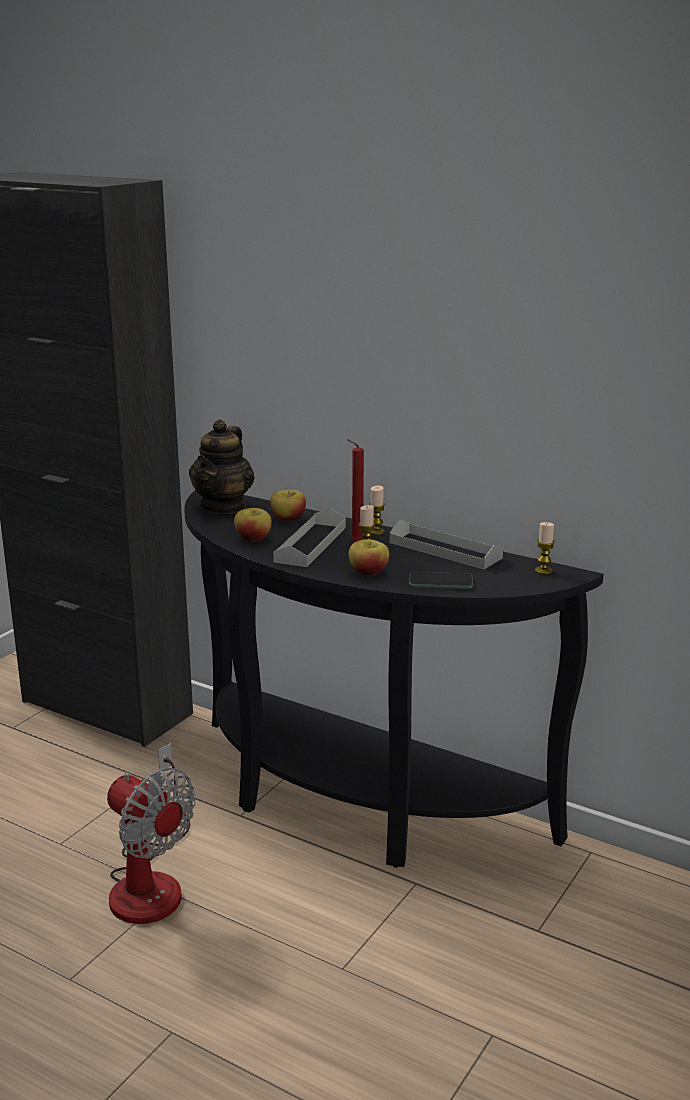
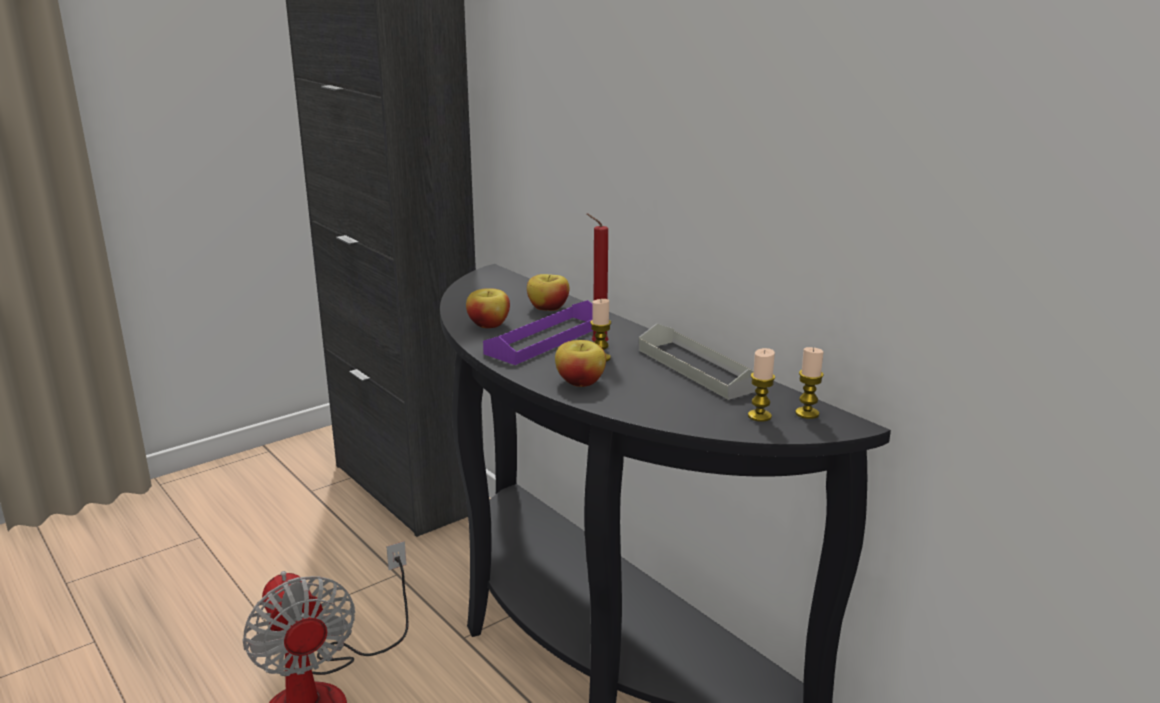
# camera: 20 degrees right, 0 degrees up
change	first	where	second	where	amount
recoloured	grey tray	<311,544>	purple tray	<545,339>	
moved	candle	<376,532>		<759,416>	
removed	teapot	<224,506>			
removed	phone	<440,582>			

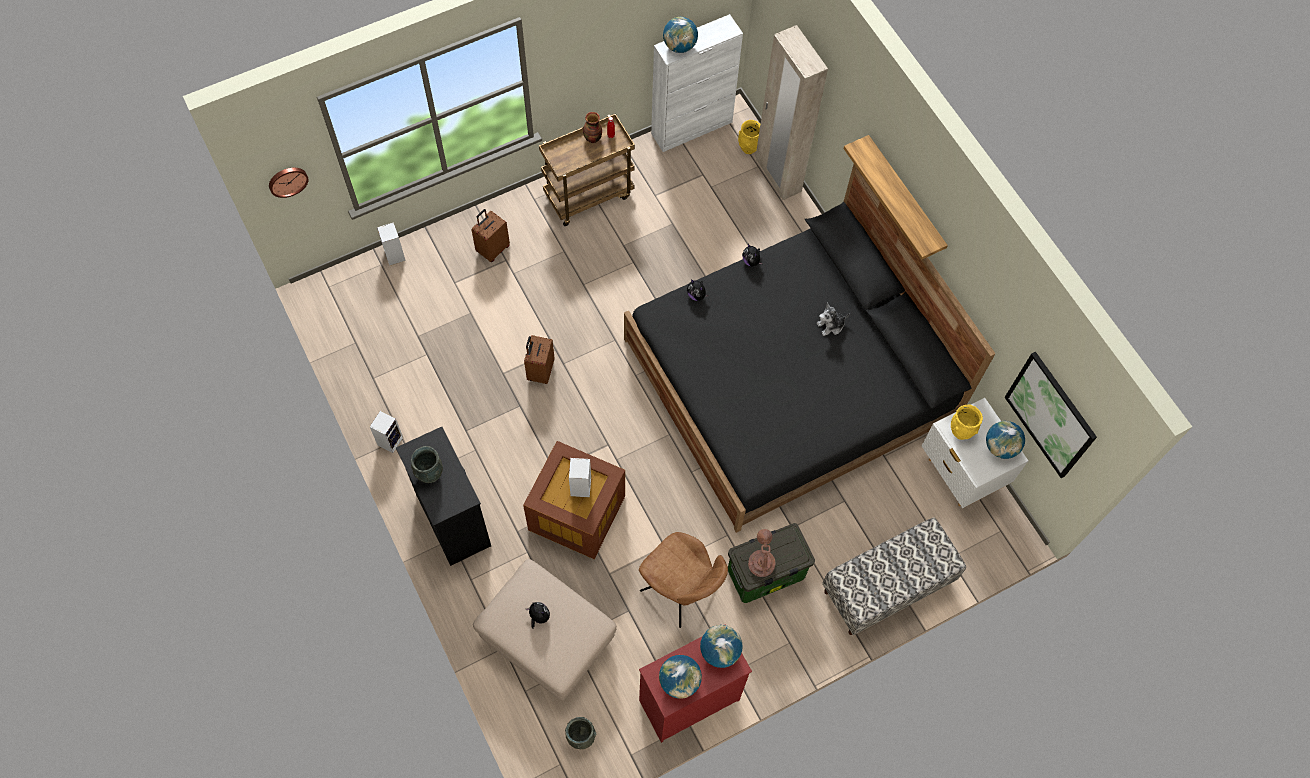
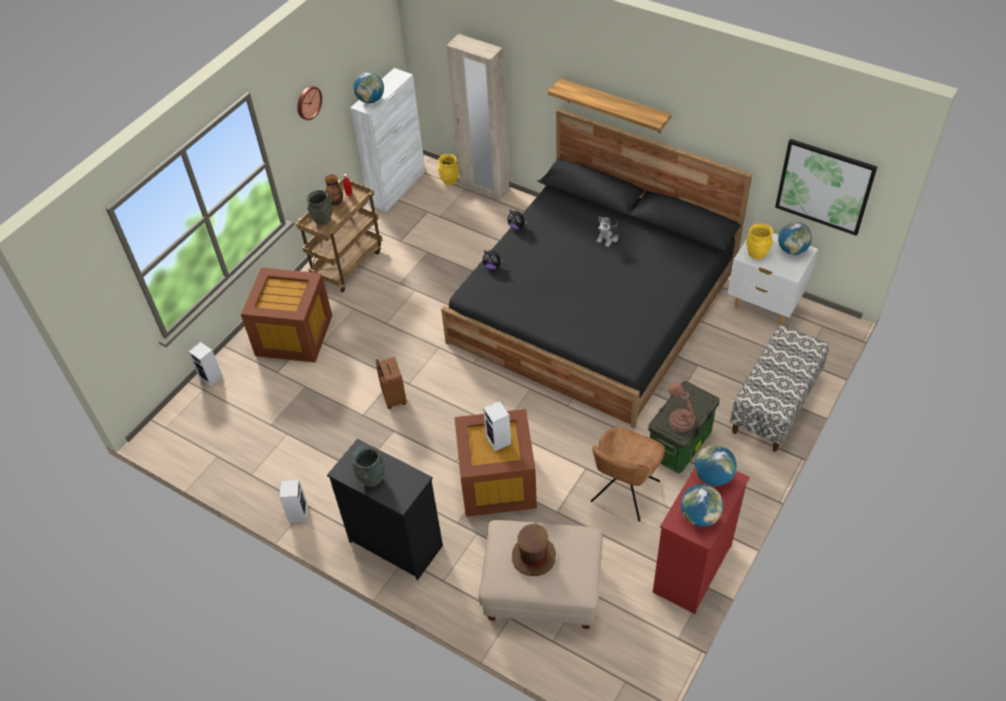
# camera: 25 degrees left, 15 degrees down
change	first	where	second	where	amount
replaced	brown suitcase	<492,249>	brown storage box	<293,334>	
moved	wall clock	<287,180>		<308,102>	
moved	grey vase	<581,737>		<323,219>	
replaced	plush toy	<538,617>	brown hat	<533,556>	
turned	brown chair	<680,592>		<624,493>	105 degrees clockwise

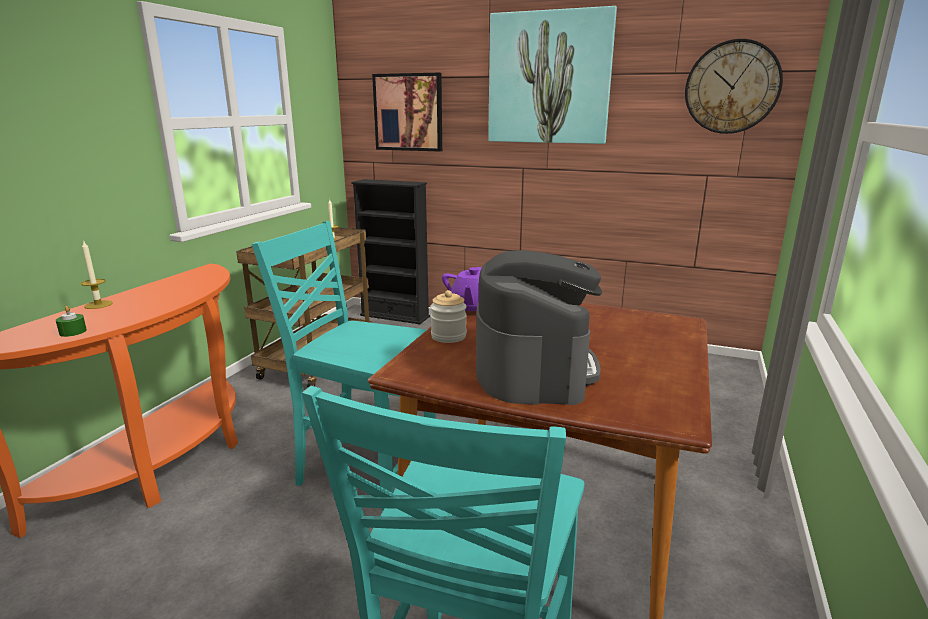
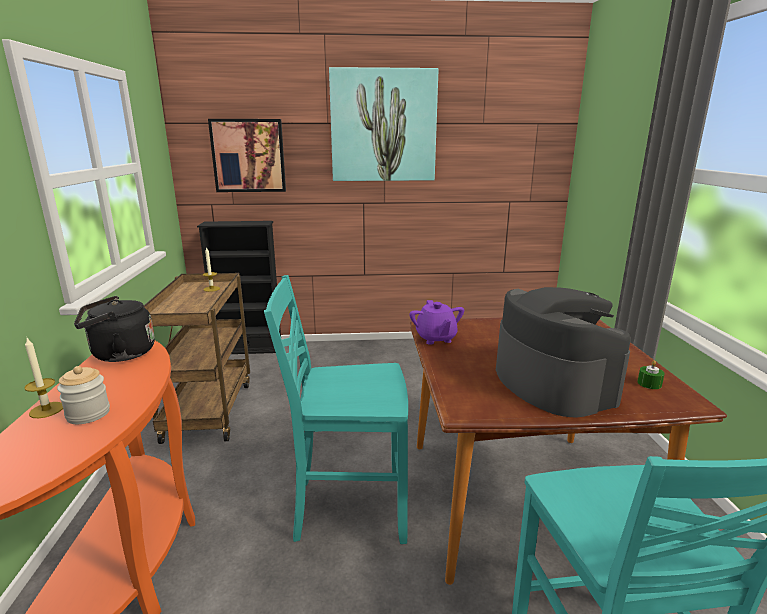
# camera: 25 degrees left, 0 degrees up
change	first	where	second	where	amount
moved	jar	<448,336>		<88,414>	
added			black kettle	<119,354>	
moved	green candle	<73,332>		<649,383>	
removed	wall clock	<732,87>			

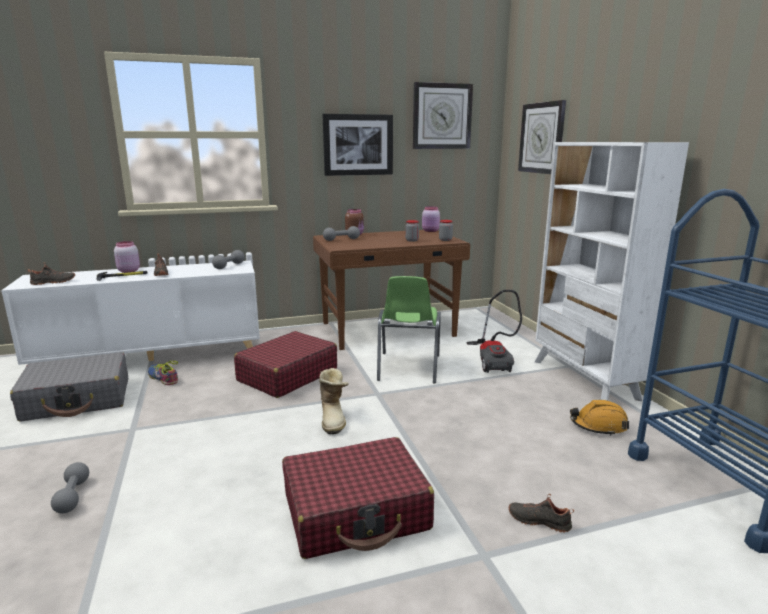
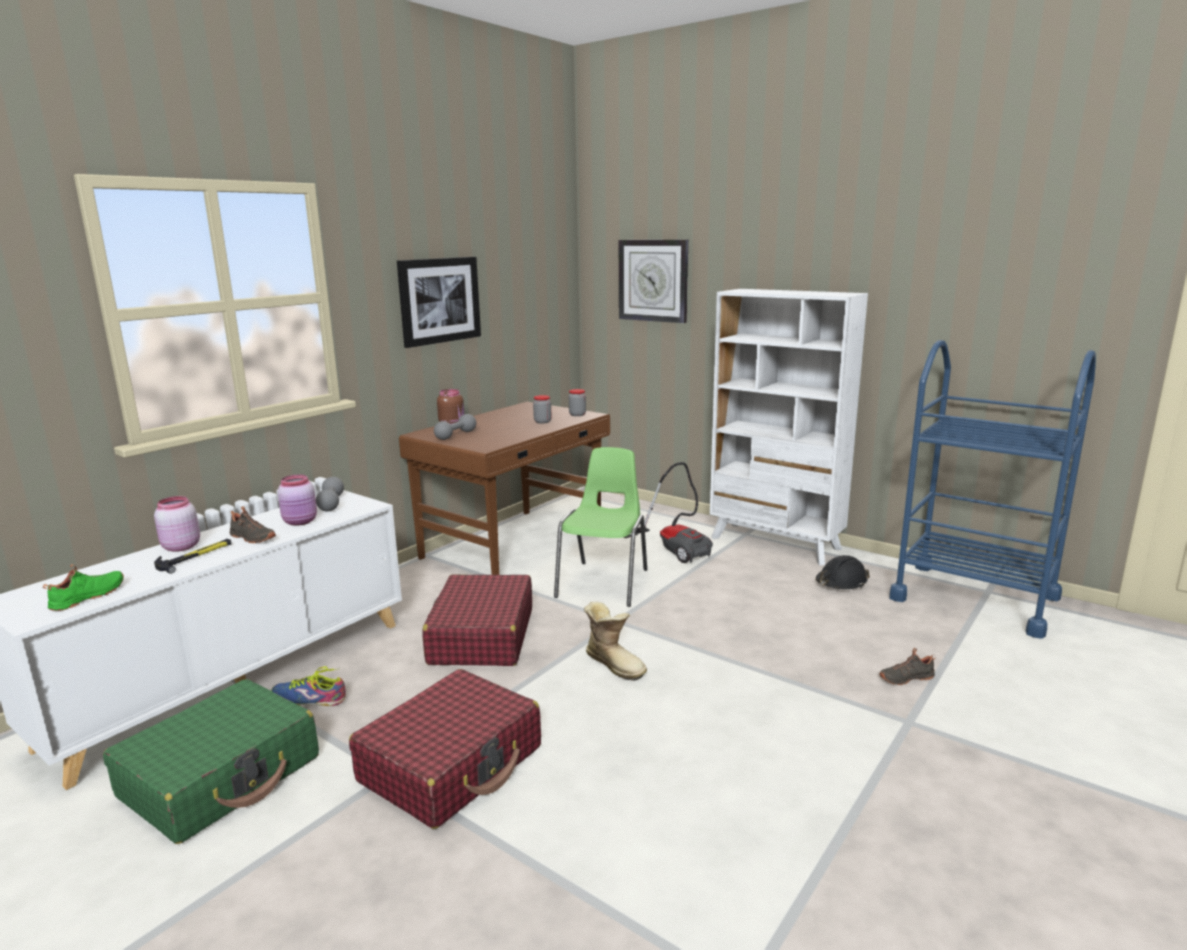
# camera: 35 degrees left, 0 degrees up
change	first	where	second	where	amount
recoloured	black shoe	<53,282>	green shoe	<89,597>	
recoloured	grey suitcase	<78,399>	green suitcase	<221,777>	
moved	pink jar	<430,231>		<301,522>	
moved	red suitcase	<356,512>		<452,764>	
turned	green chair	<408,368>		<604,583>	135 degrees counterclockwise
recoloured	orange hard hat	<598,426>	black hard hat	<841,583>	
removed	grey dumbbell	<73,496>			
removed	wall clock	<442,116>			

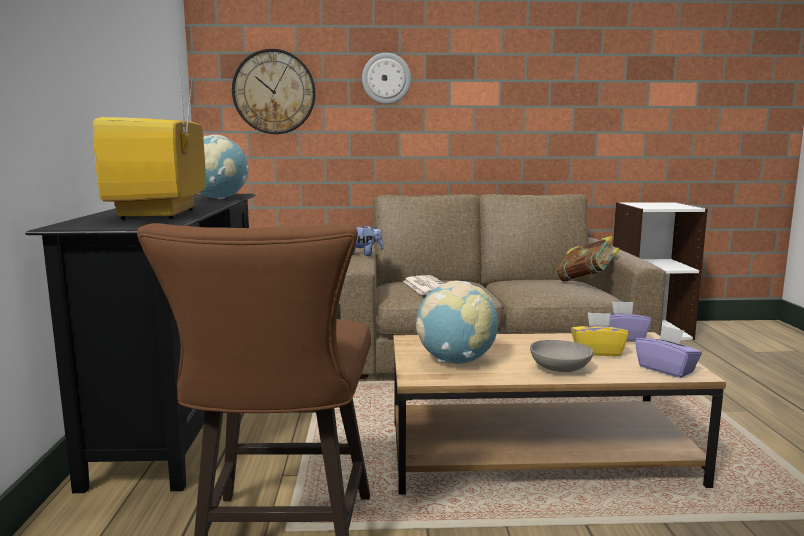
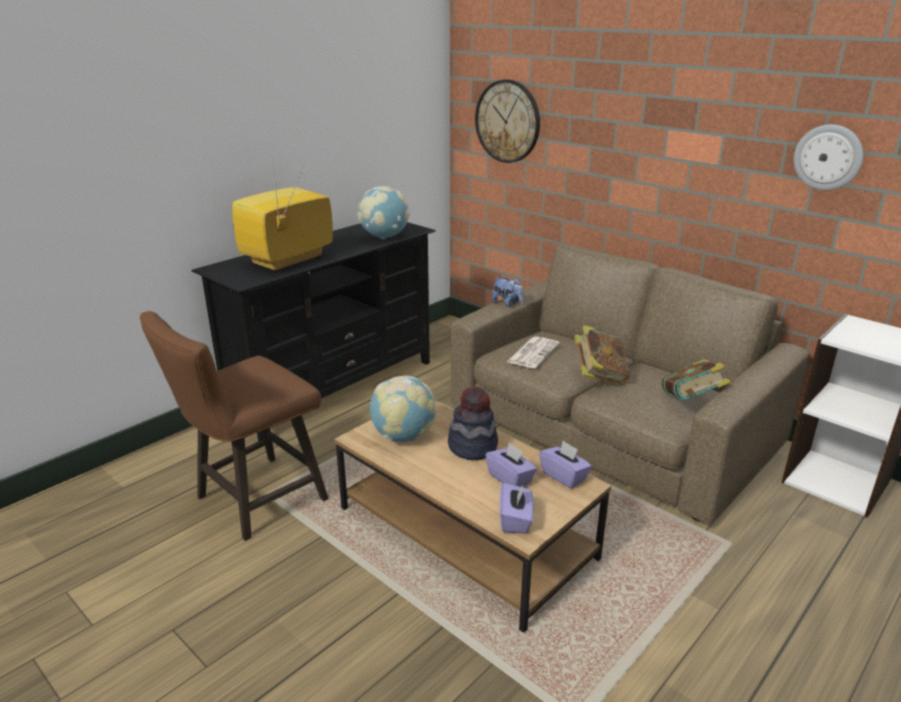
# camera: 45 degrees right, 15 degrees up
change	first	where	second	where	amount
added			hat	<472,446>	
recoloured	yellow tissue box	<597,352>	purple tissue box	<510,478>	
added			book	<599,376>	
moved	wall clock	<386,78>		<828,157>	
removed	grey bowl	<559,369>			

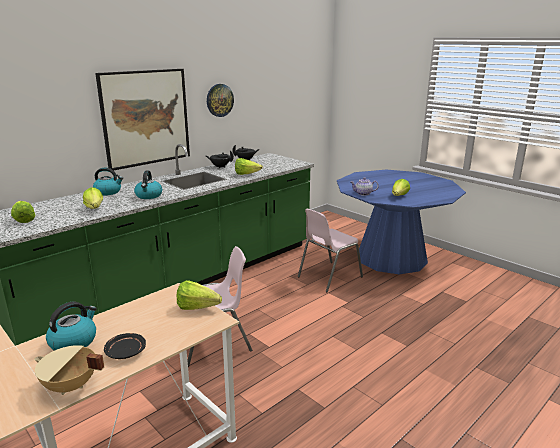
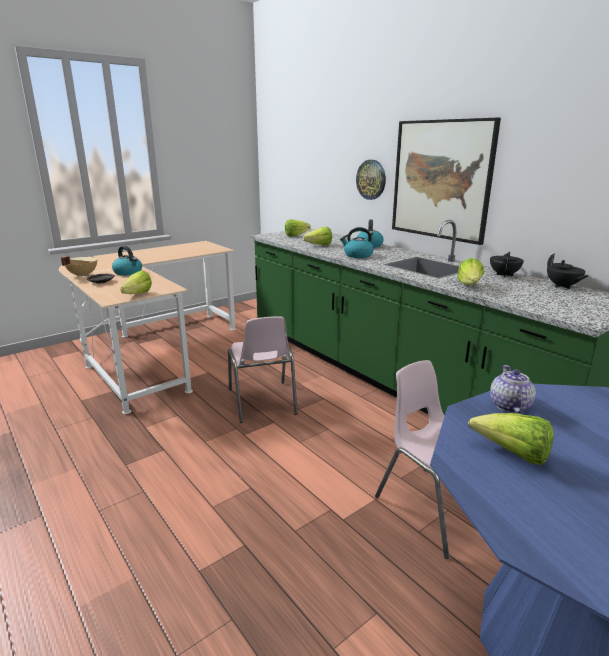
# camera: 95 degrees right, 0 degrees up
change	first	where	second	where	amount
moved	wall clock	<219,100>		<371,179>	

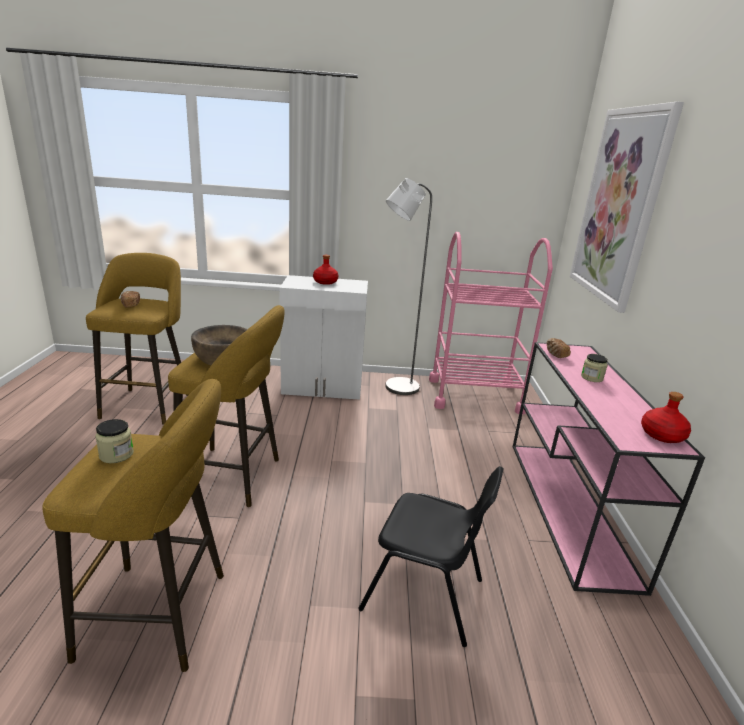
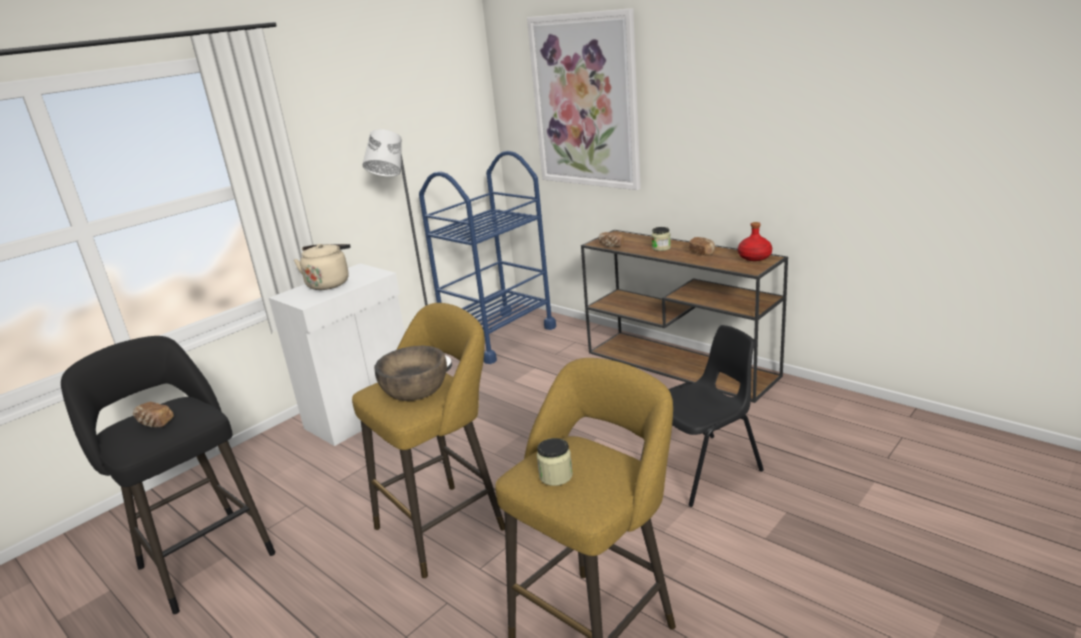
# camera: 45 degrees left, 0 degrees up
change	first	where	second	where	amount
recoloured	yellow stool	<148,403>	black stool	<203,557>	
replaced	red bottle	<325,282>	beige kettle	<329,283>	
recoloured	pink cart	<474,395>	blue cart	<498,336>	
recoloured	pink console table	<569,508>	brown console table	<682,364>	
added			bread	<702,253>	

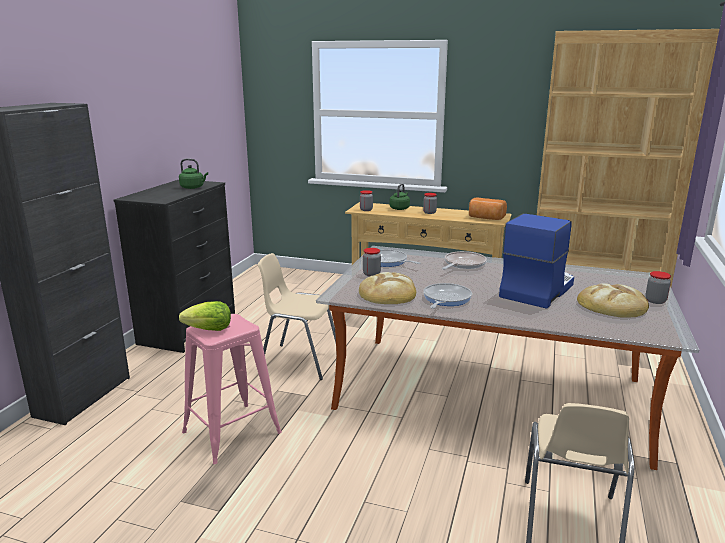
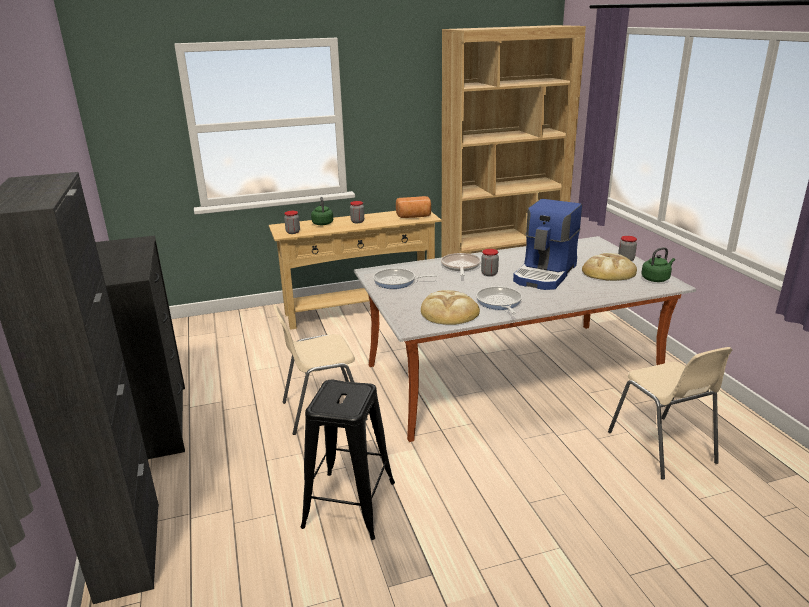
# camera: 35 degrees left, 5 degrees up
change	first	where	second	where	amount
recoloured	pink stool	<231,433>	black stool	<349,505>	
moved	jar	<371,274>		<489,274>	
turned	coffee machine	<536,290>		<546,274>	150 degrees counterclockwise
moved	green kettle	<193,187>		<656,279>	
removed	lettuce	<209,330>			

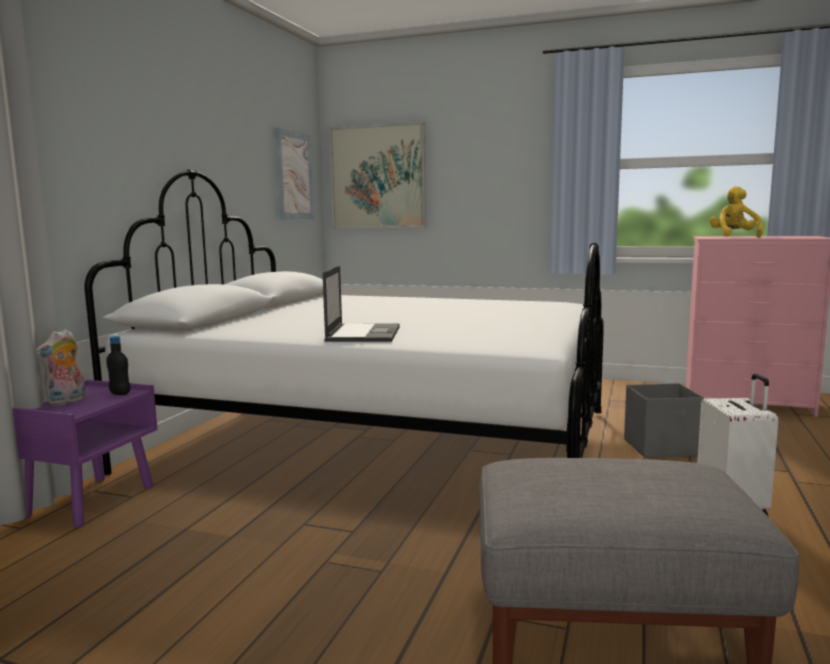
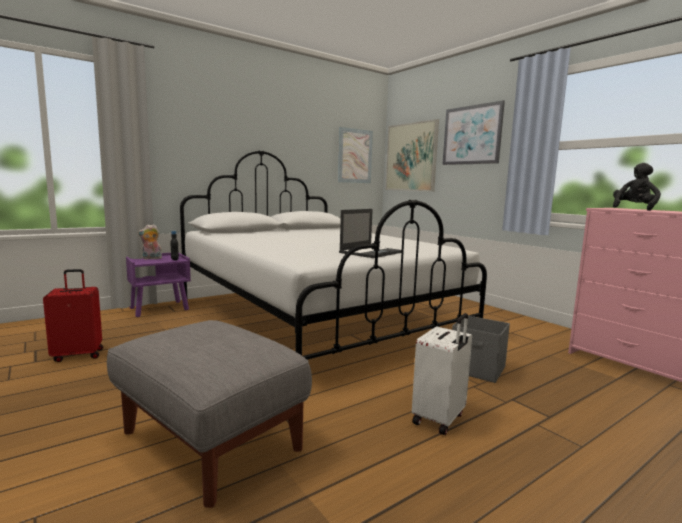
# camera: 35 degrees right, 0 degrees up
change	first	where	second	where	amount
added			red suitcase	<78,355>	
moved	laptop	<363,333>		<371,252>	
added			picture	<472,135>	
recoloured	yellow plush toy	<734,237>	black plush toy	<634,209>	

